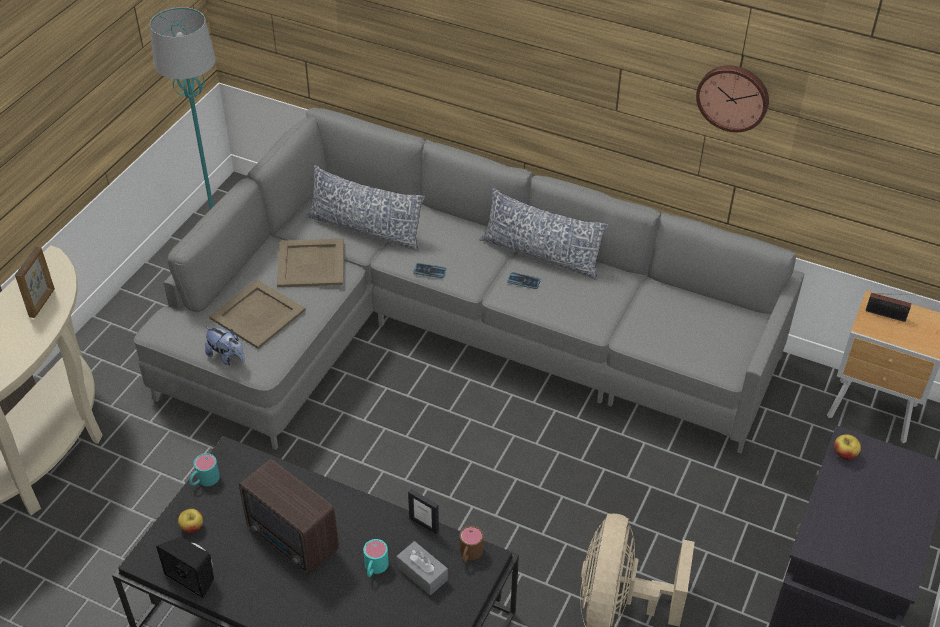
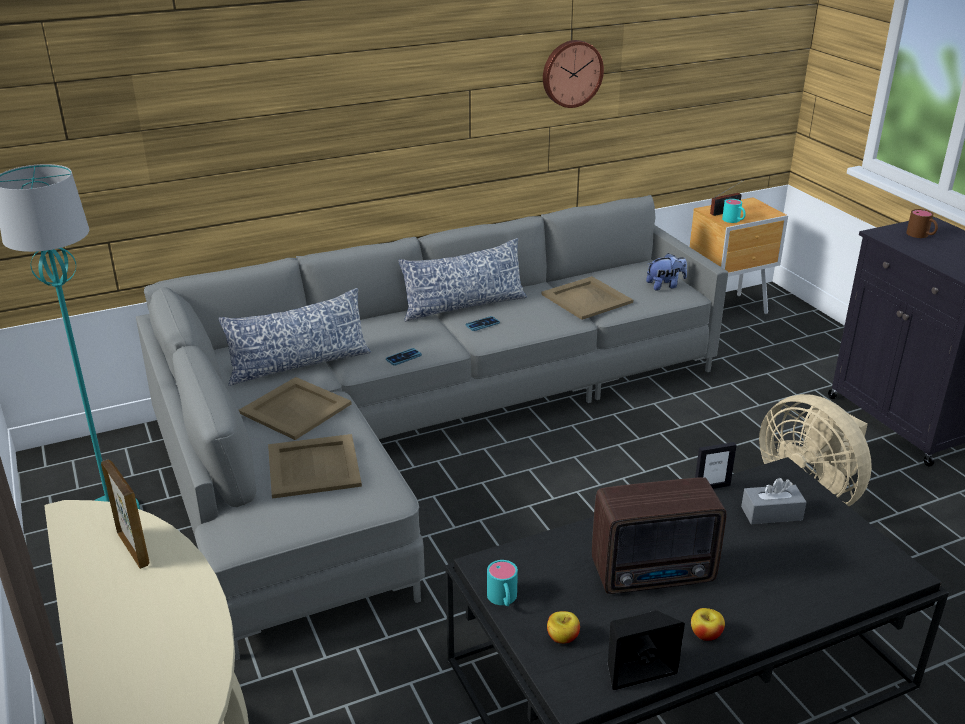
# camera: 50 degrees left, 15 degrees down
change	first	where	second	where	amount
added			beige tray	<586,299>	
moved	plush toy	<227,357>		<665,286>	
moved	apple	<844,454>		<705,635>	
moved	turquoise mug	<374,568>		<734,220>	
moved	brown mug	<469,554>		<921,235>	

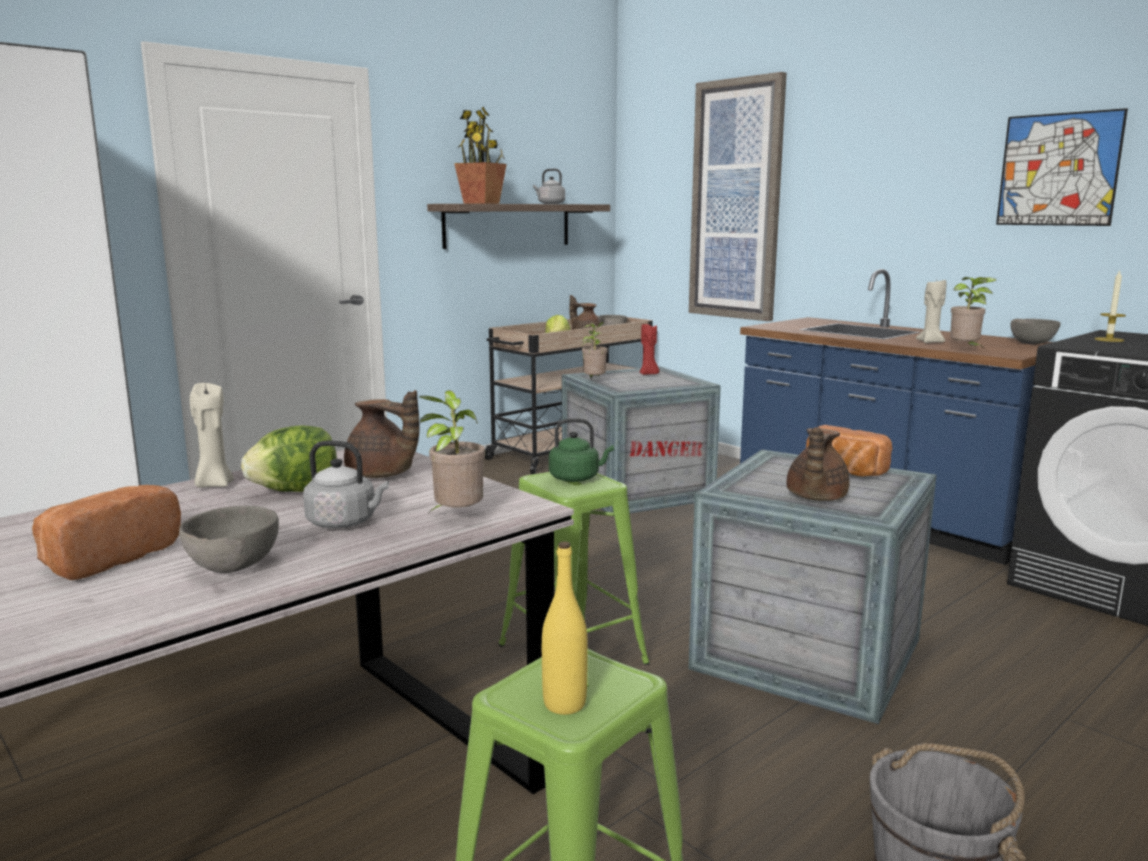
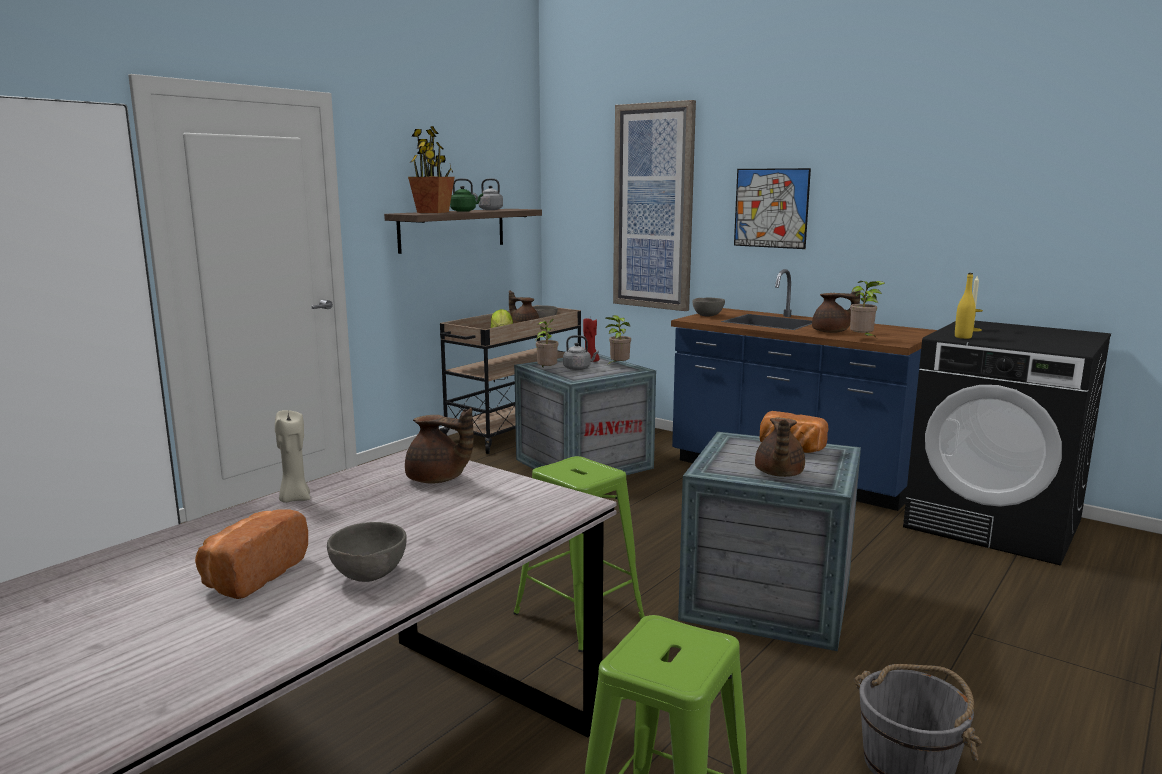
# camera: 10 degrees left, 0 degrees up
change	first	where	second	where	amount
moved	green kettle	<577,478>		<465,211>	
moved	grey kettle	<345,522>		<578,368>	
moved	potted plant	<456,518>		<618,366>	
moved	grey bowl	<1032,344>		<708,316>	
moved	picture	<1058,170>		<771,208>	
replaced	beige candle	<930,342>	brown teapot	<831,332>	
moved	yellow bottle	<564,704>		<963,337>	
removed	lettuce	<295,491>			

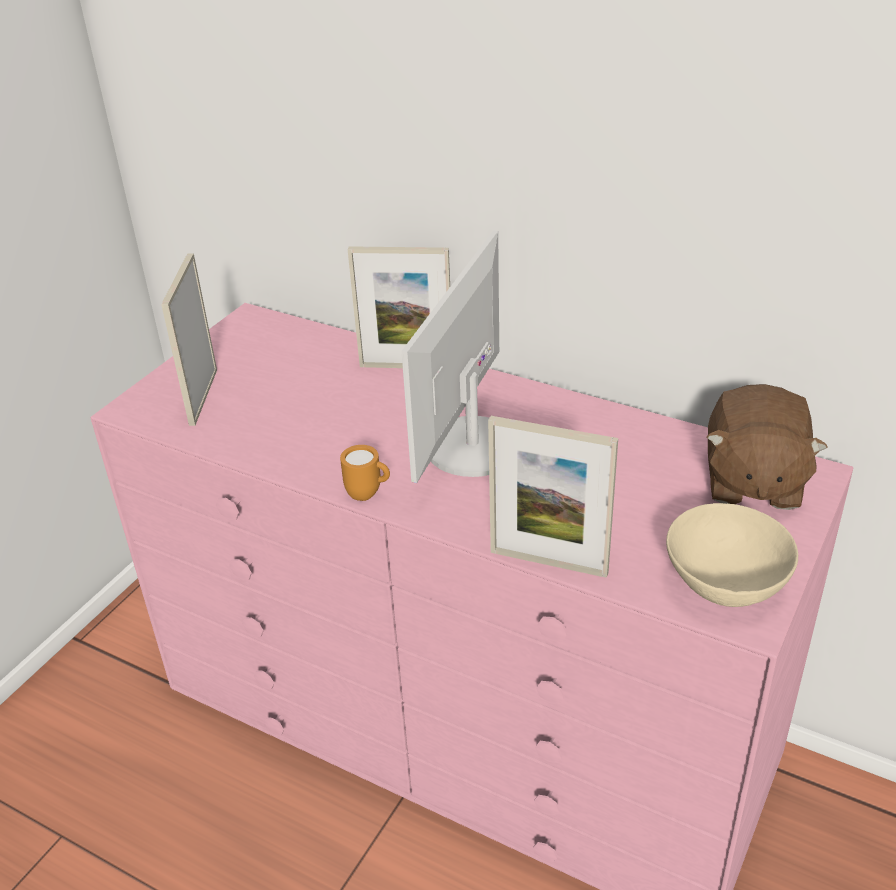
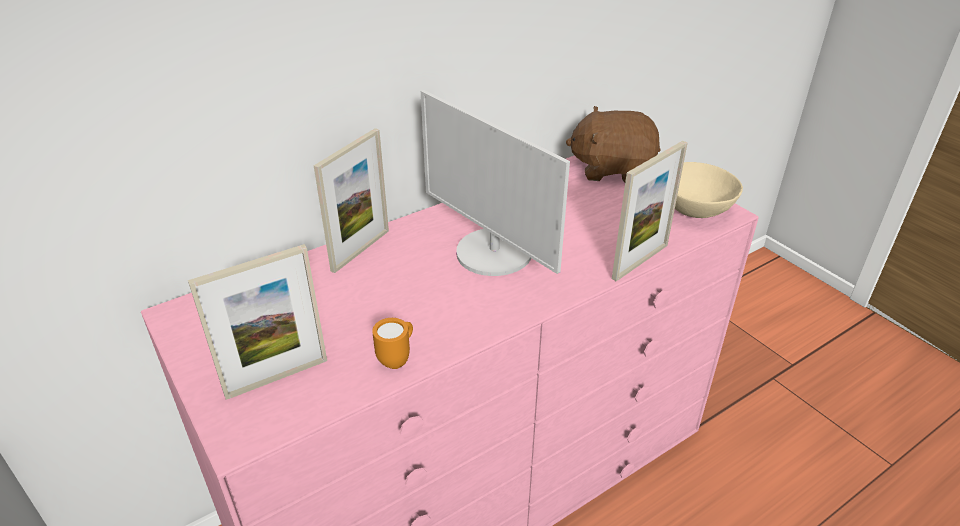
# camera: 65 degrees left, 0 degrees up
change	first	where	second	where	amount
turned	picture frame	<203,397>		<277,377>	60 degrees counterclockwise
moved	orange mug	<368,494>		<397,358>	
turned	brown plush toy	<752,481>		<612,169>	150 degrees clockwise

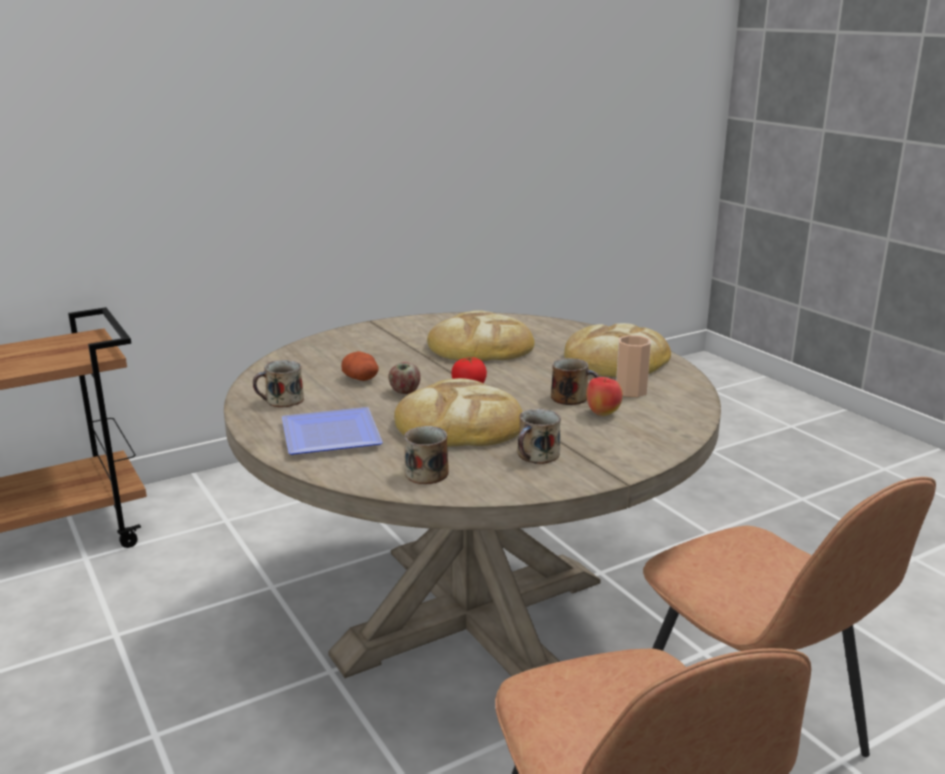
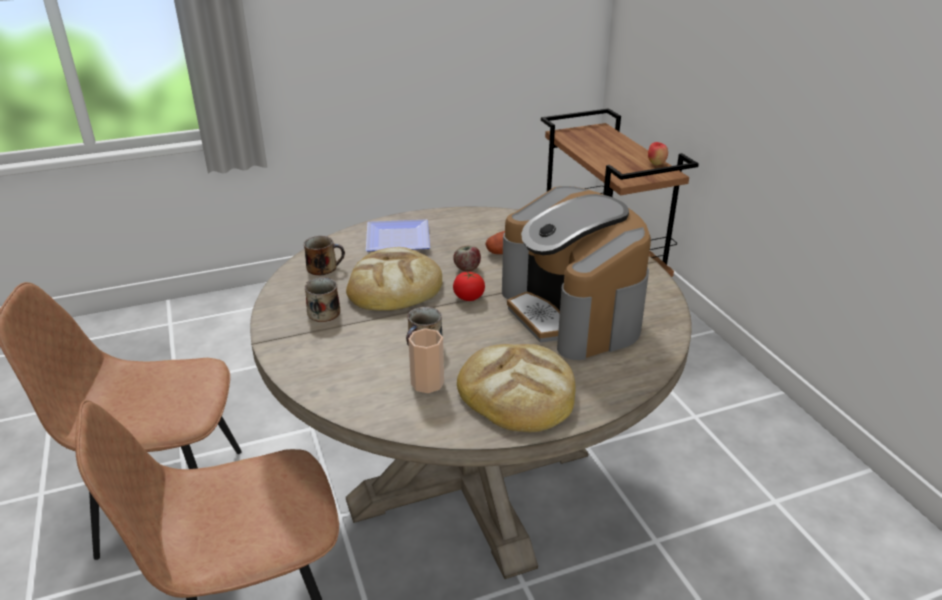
# camera: 100 degrees right, 10 degrees up
change	first	where	second	where	amount
replaced	bread	<479,346>	coffee machine	<572,312>	
moved	apple	<602,413>		<656,164>	
removed	mug	<282,400>			

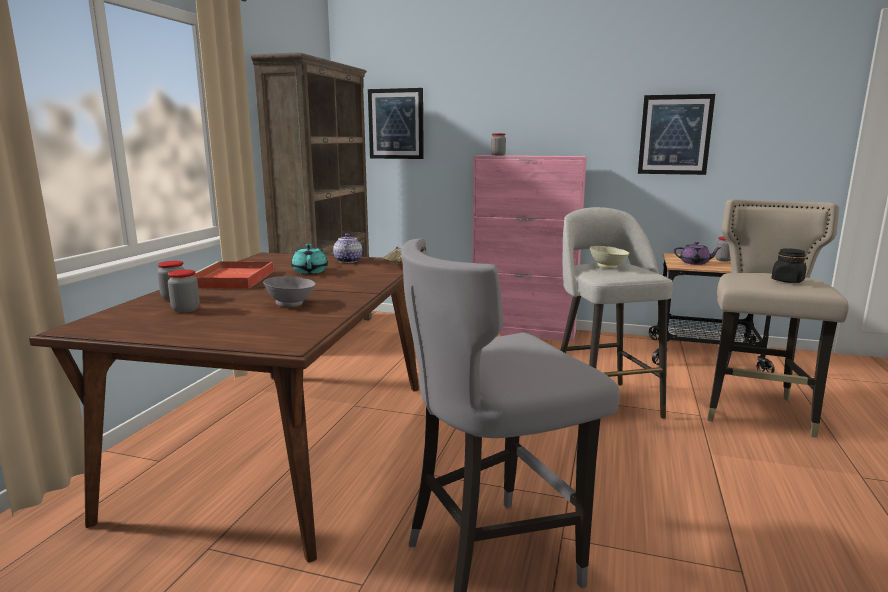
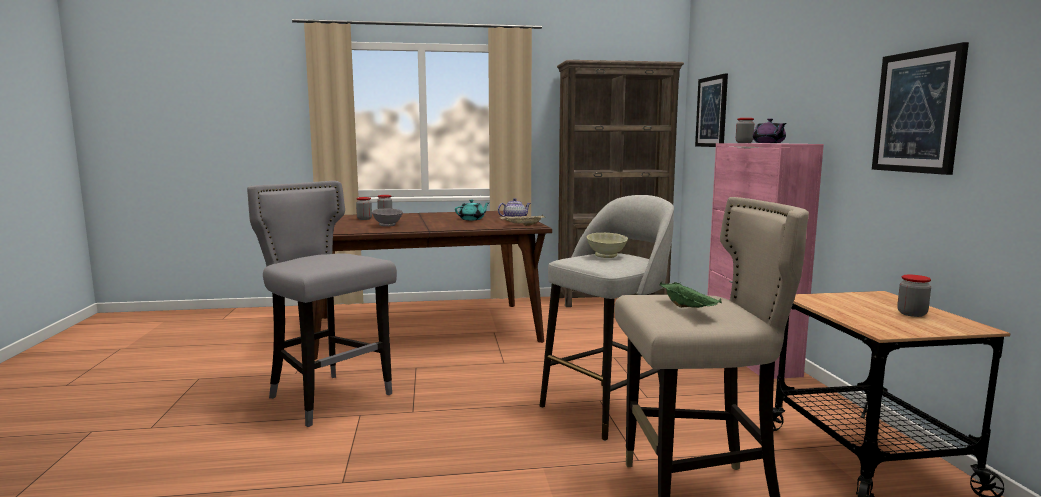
# camera: 65 degrees right, 5 degrees down
change	first	where	second	where	amount
replaced	black jar	<787,281>	green tray	<689,308>	
moved	purple teapot	<695,263>		<768,143>	
removed	red tray	<232,279>			

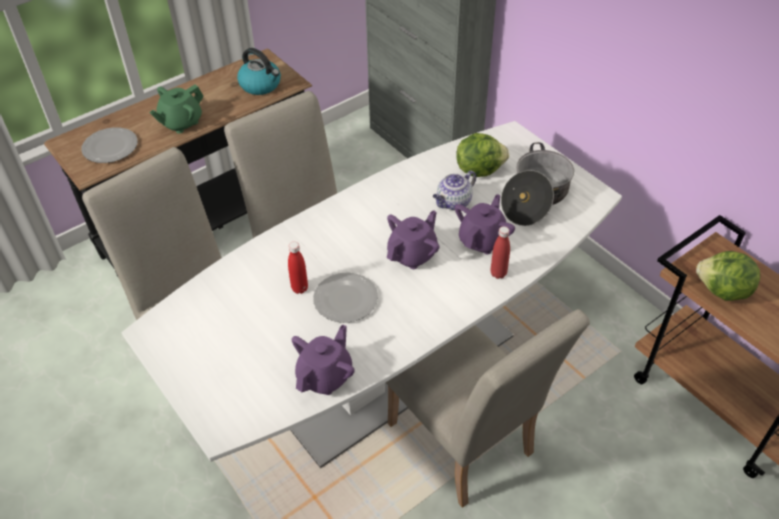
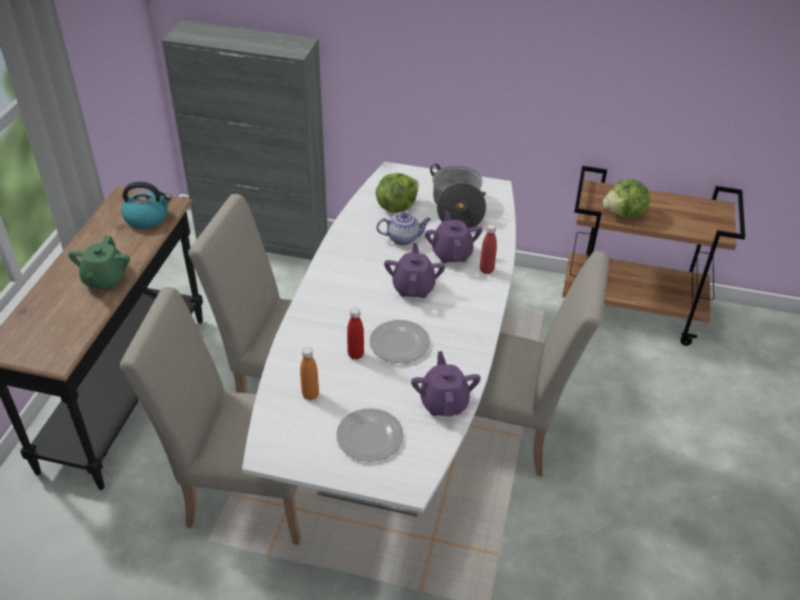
# camera: 40 degrees left, 5 degrees down
change	first	where	second	where	amount
added			orange bottle	<310,395>	
moved	plate	<109,148>		<369,437>	
turned	teapot	<453,203>		<403,238>	105 degrees counterclockwise

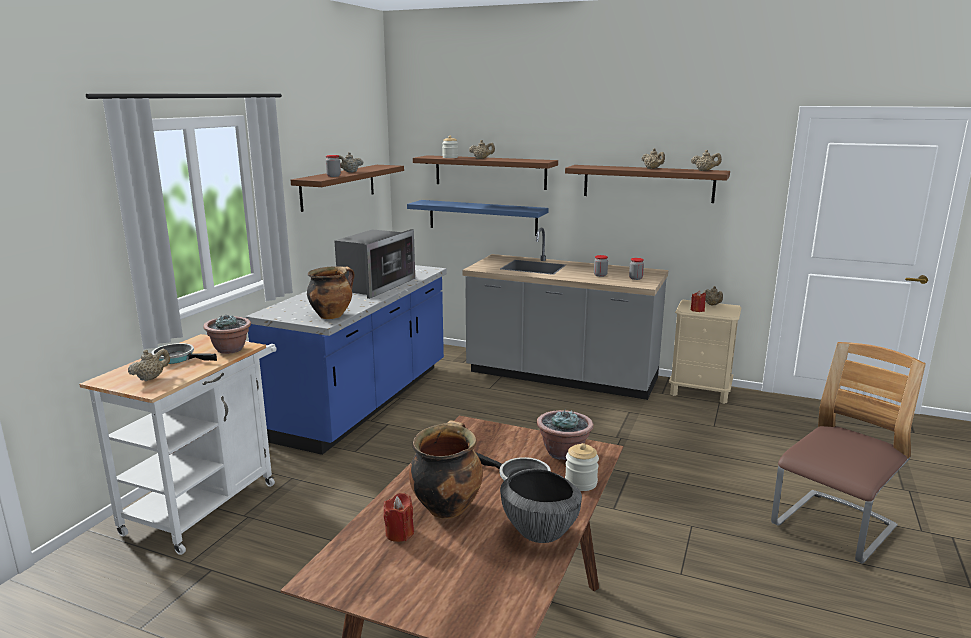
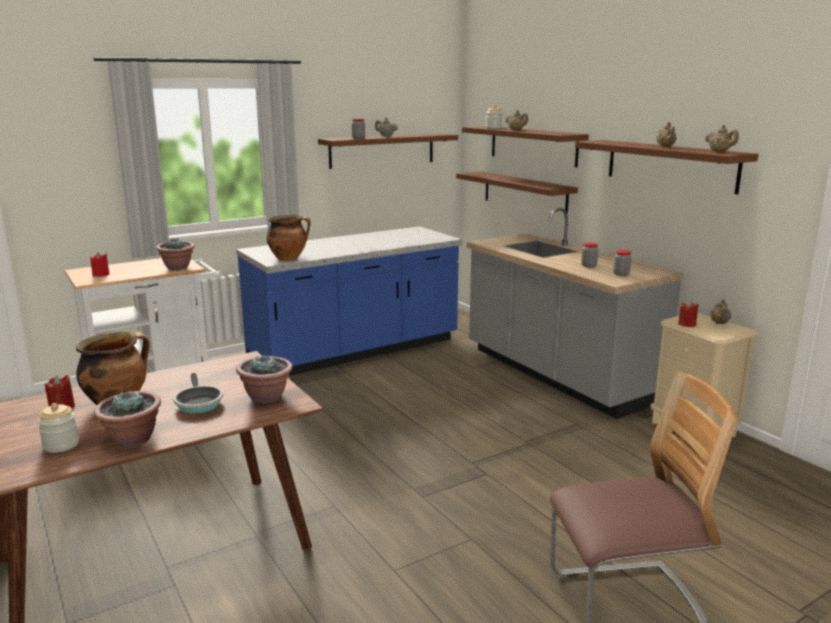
# camera: 35 degrees right, 0 degrees up
change	first	where	second	where	amount
moved	jar	<581,483>		<61,445>	
replaced	beige teapot	<151,378>	red candle	<101,275>	
replaced	bowl	<540,532>	potted plant	<132,439>	
recoloured	blue shelf	<482,217>	brown shelf	<524,193>	
removed	frying pan	<177,358>			
removed	microwave	<375,285>			

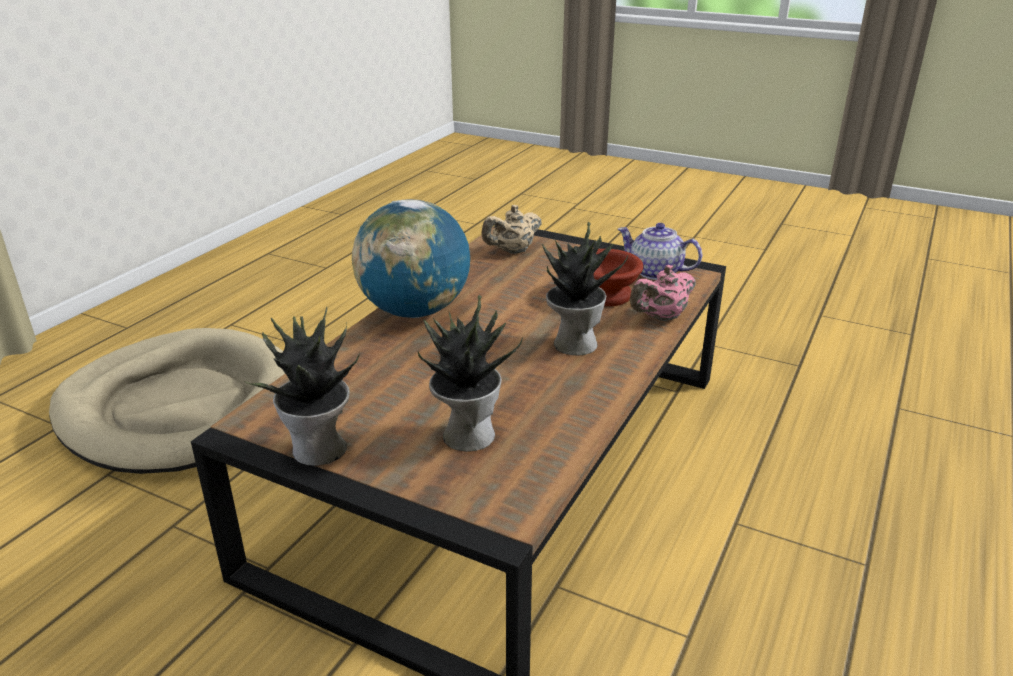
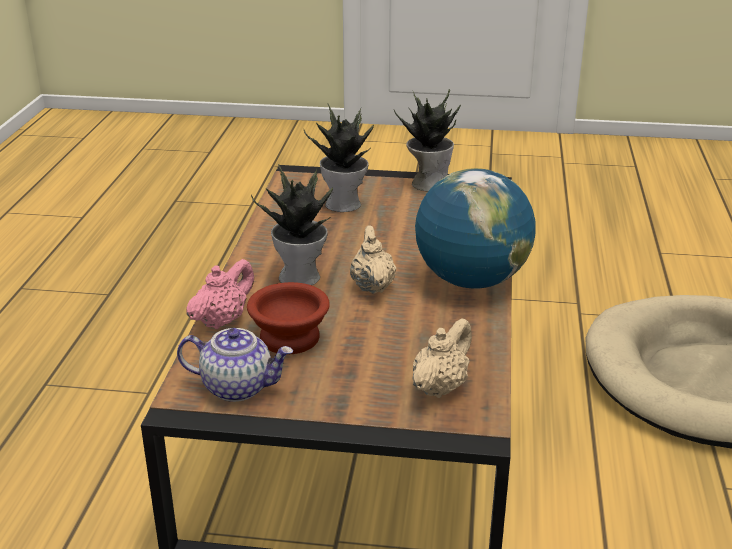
# camera: 160 degrees right, 0 degrees up
change	first	where	second	where	amount
added			beige teapot	<372,286>	

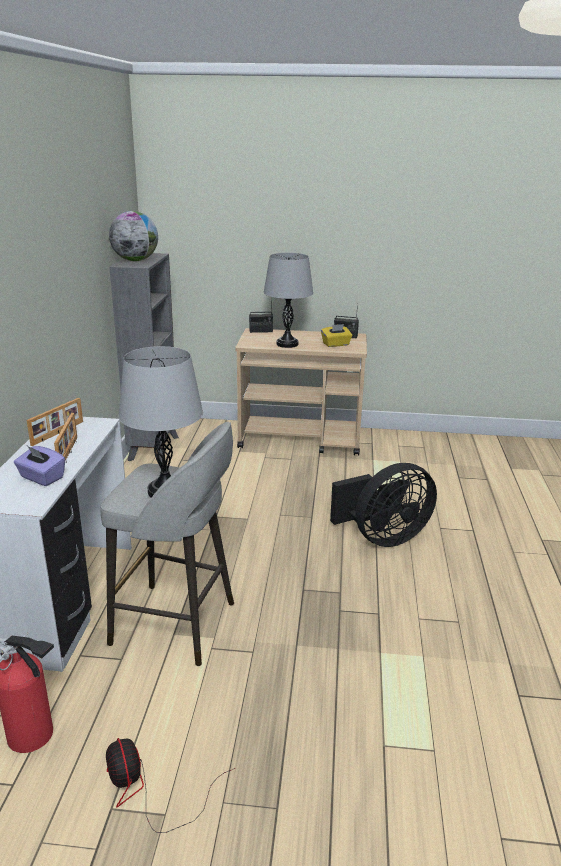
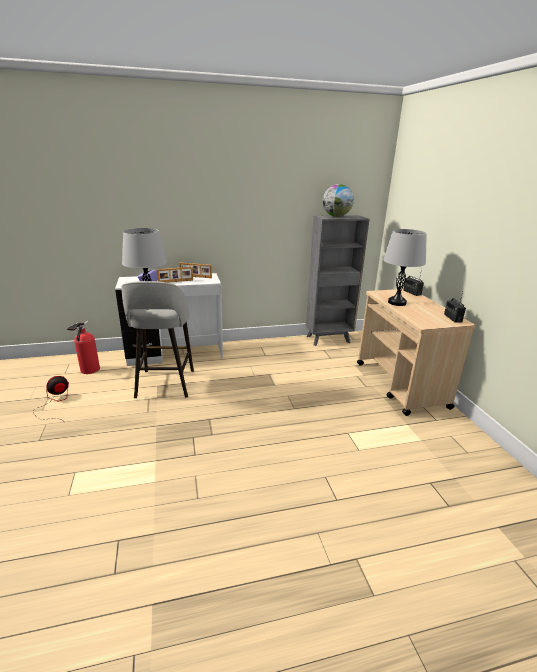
# camera: 70 degrees right, 0 degrees up
change	first	where	second	where	amount
removed	yellow tissue box	<336,344>			
removed	black fan	<383,537>			

